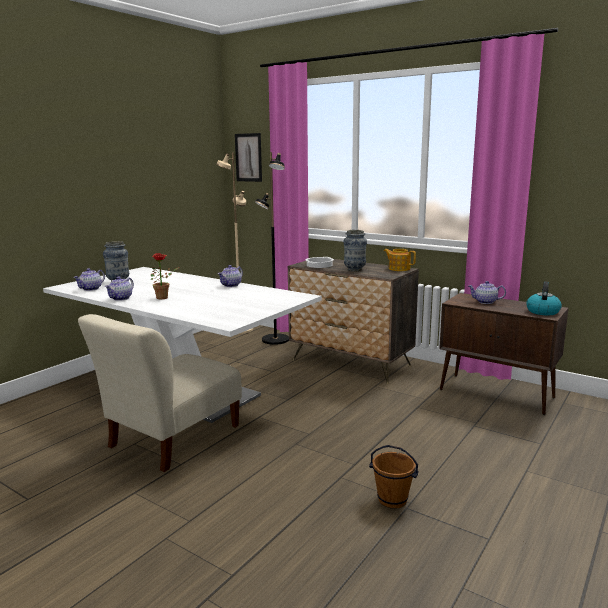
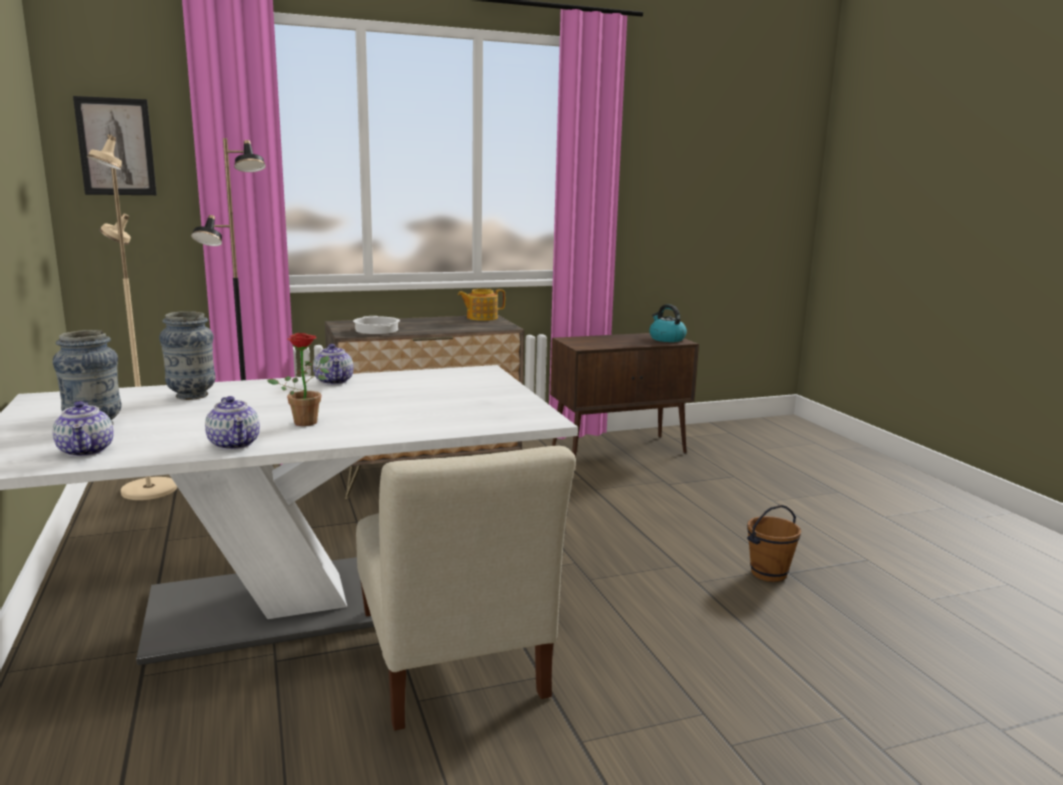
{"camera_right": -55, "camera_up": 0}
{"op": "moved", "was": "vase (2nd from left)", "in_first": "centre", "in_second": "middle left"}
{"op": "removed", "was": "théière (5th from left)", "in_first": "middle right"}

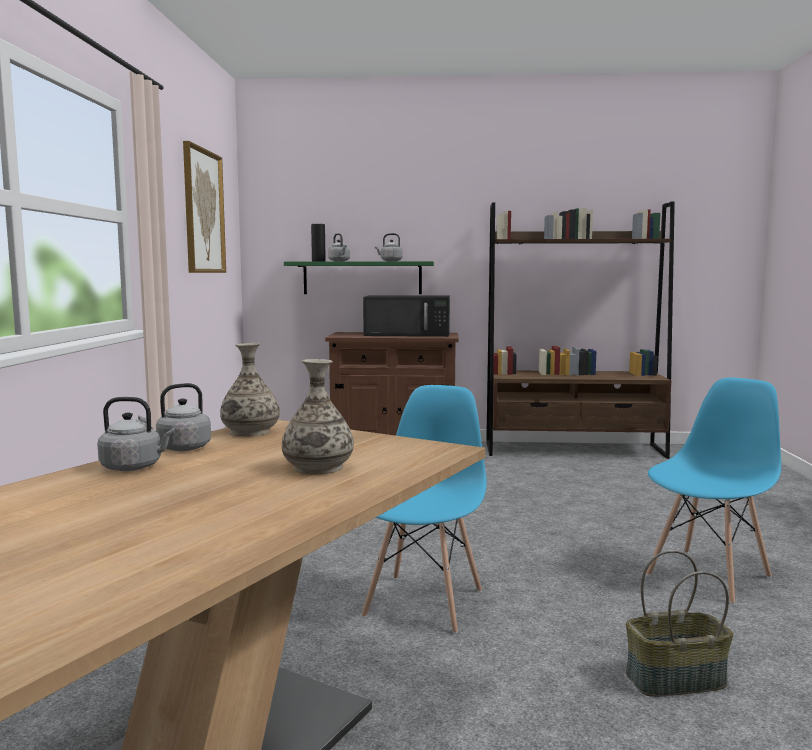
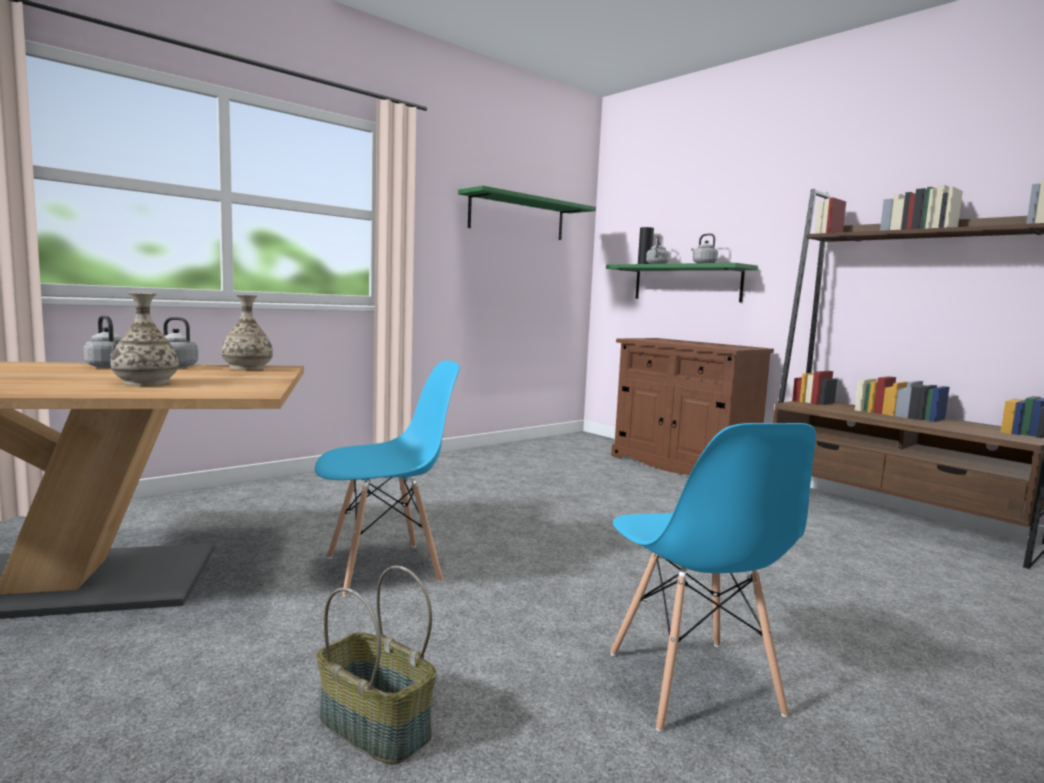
{"camera_right": 45, "camera_up": 0}
{"op": "replaced", "was": "tableau", "now": "étagère (vert) (1st from left)", "in_first": "top left", "in_second": "top centre"}
{"op": "turned", "was": "chaise (bleu) (2nd from left)", "in_first": "middle right", "in_second": "bottom right", "clockwise": 75}
{"op": "removed", "was": "micro-ondes (noir)", "in_first": "centre"}

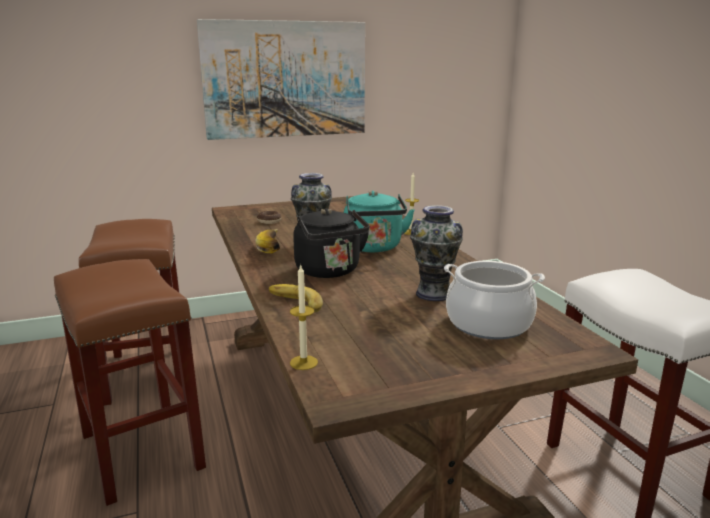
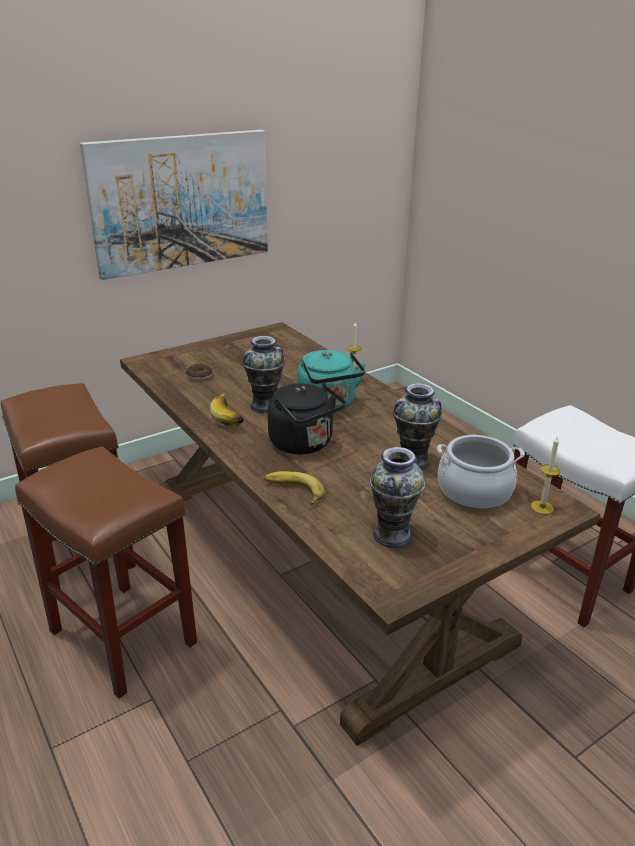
{"camera_right": -15, "camera_up": 10}
{"op": "added", "now": "vase (2nd from left)", "in_second": "centre"}
{"op": "moved", "was": "bougie (1st from left in the first image)", "now": "bougie (2nd from left)", "in_first": "centre", "in_second": "middle right"}

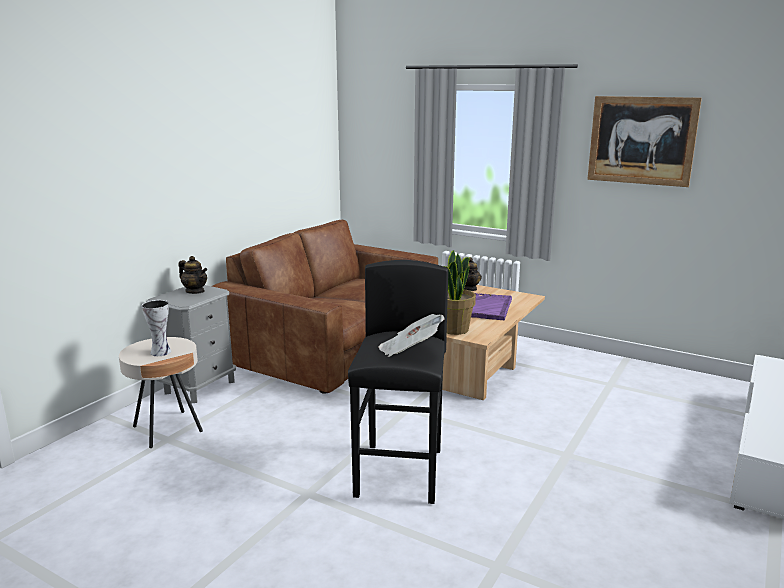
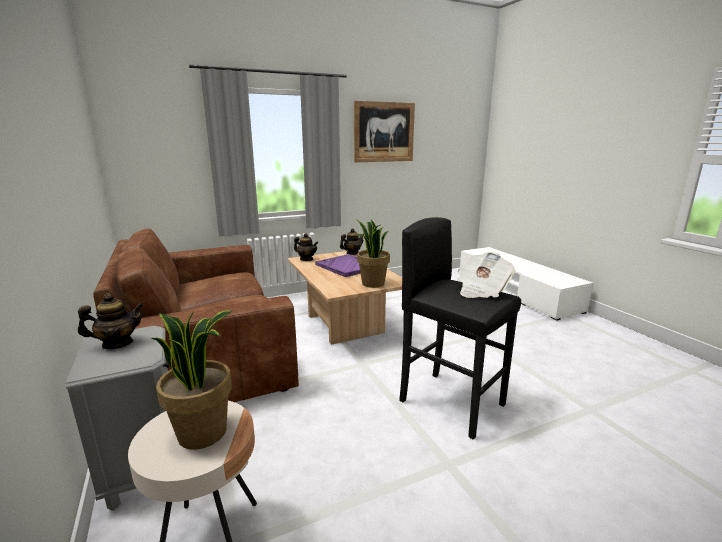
{"camera_right": -55, "camera_up": 0}
{"op": "replaced", "was": "vase", "now": "plante en pot (1st from left)", "in_first": "middle left", "in_second": "bottom left"}
{"op": "added", "now": "théière (3rd from left)", "in_second": "centre"}

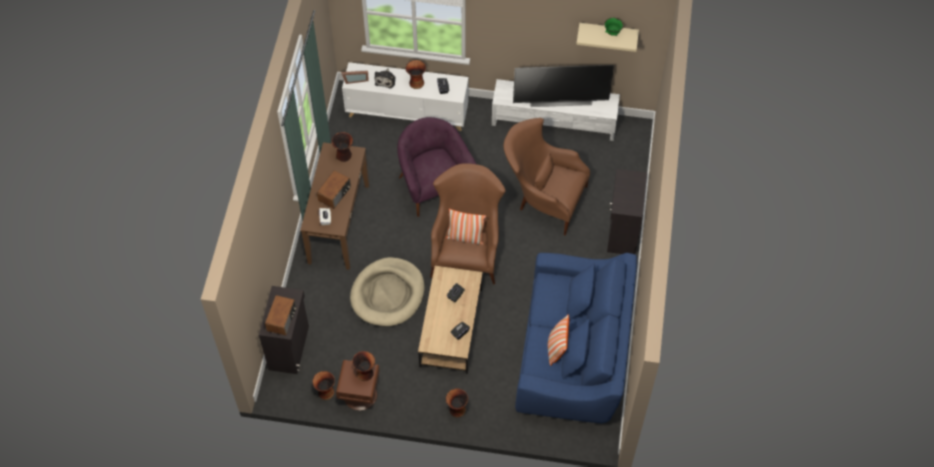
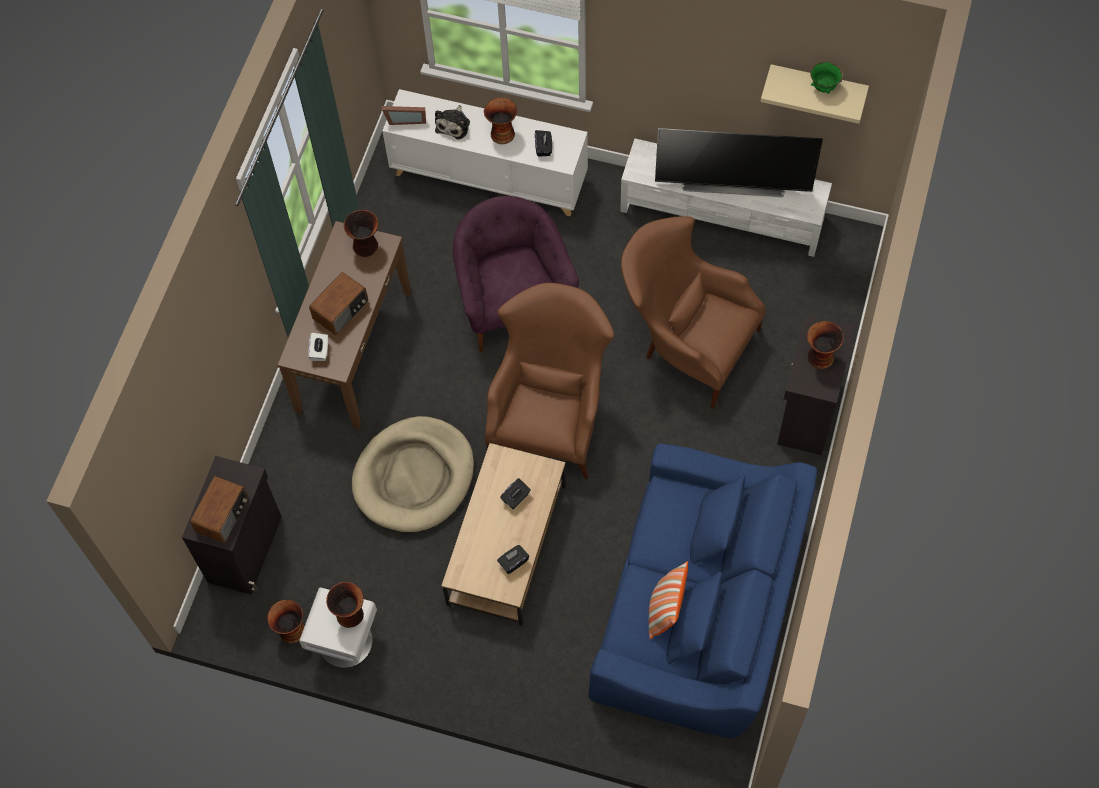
{"camera_right": 10, "camera_up": 5}
{"op": "recoloured", "was": "table de chevet (marron)", "now": "table de chevet (blanc)", "in_first": "bottom centre", "in_second": "bottom left"}
{"op": "moved", "was": "vase (5th from left)", "in_first": "bottom centre", "in_second": "middle right"}
{"op": "removed", "was": "coussin (1st from left)", "in_first": "centre"}

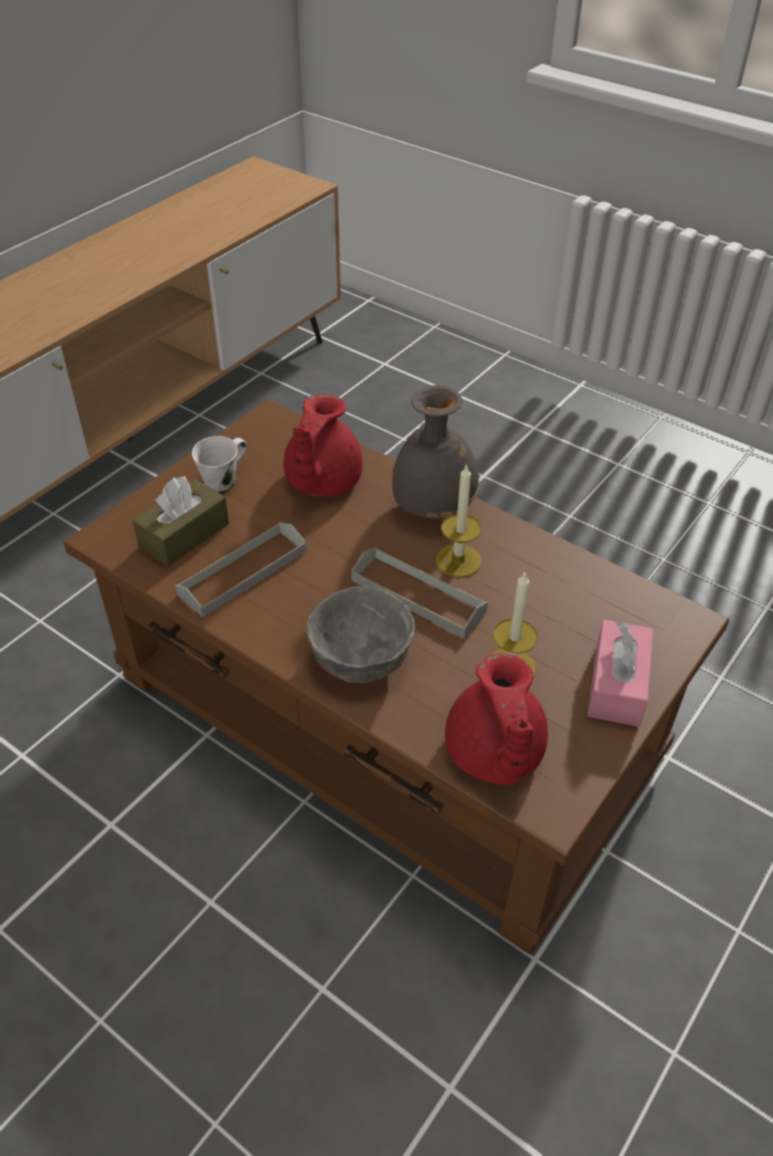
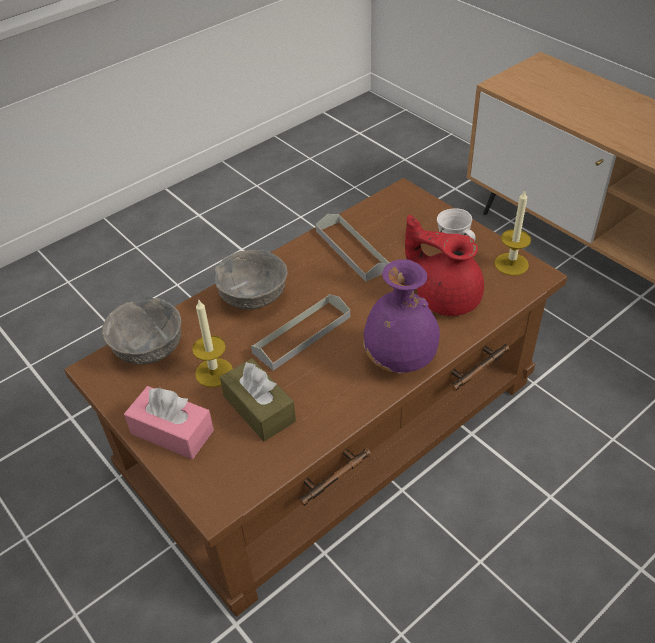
{"camera_right": 105, "camera_up": 0}
{"op": "replaced", "was": "théière (rouge) (2nd from left)", "now": "bol (gris) (1st from left)", "in_first": "centre", "in_second": "middle left"}
{"op": "moved", "was": "boîte à mouchoirs (marron)", "in_first": "middle left", "in_second": "centre"}
{"op": "recoloured", "was": "vase (gris)", "now": "vase (violet)", "in_first": "centre", "in_second": "centre"}
{"op": "moved", "was": "bougie (1st from left in the first image)", "now": "bougie (2nd from left)", "in_first": "centre", "in_second": "middle right"}

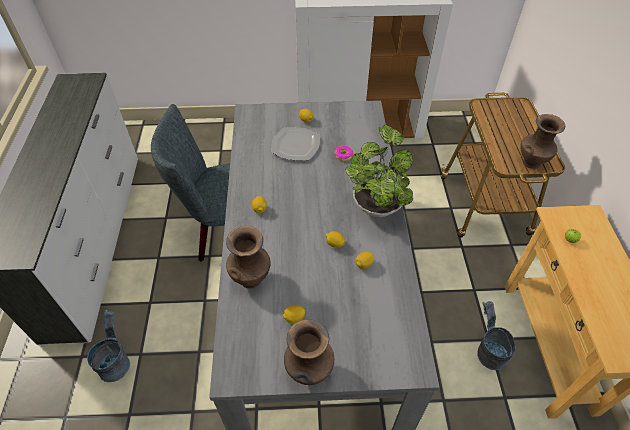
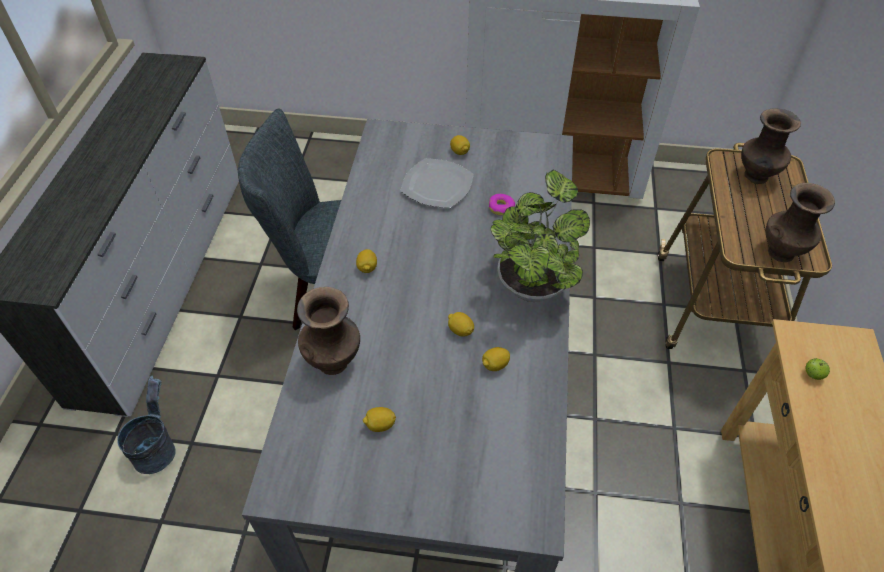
{"camera_right": 10, "camera_up": 0}
{"op": "moved", "was": "vase (marron) (2nd from left)", "in_first": "bottom centre", "in_second": "top right"}
{"op": "removed", "was": "seau (gris) (2nd from left)", "in_first": "bottom right"}

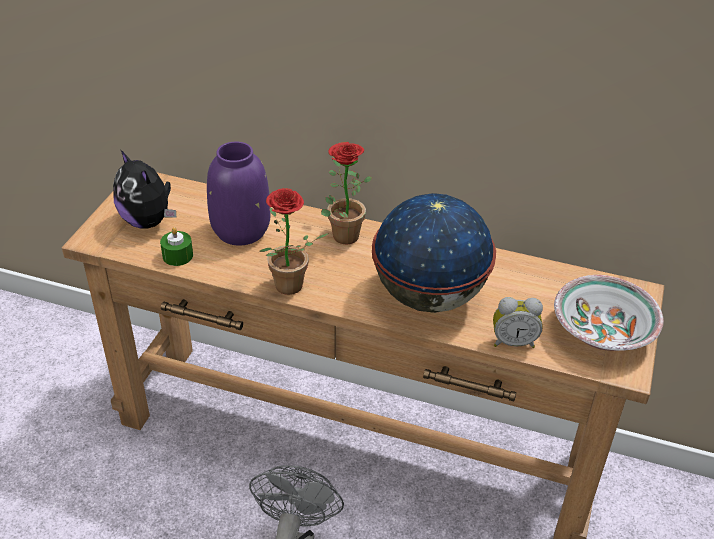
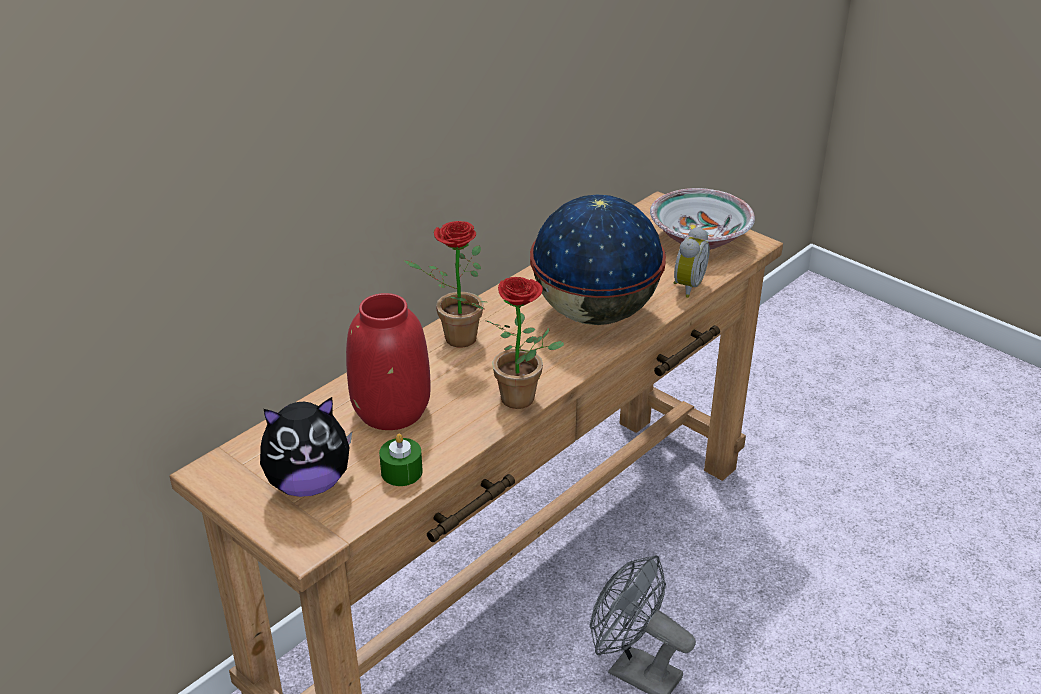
{"camera_right": -65, "camera_up": -5}
{"op": "recoloured", "was": "vase (violet)", "now": "vase (rouge)", "in_first": "centre", "in_second": "centre"}

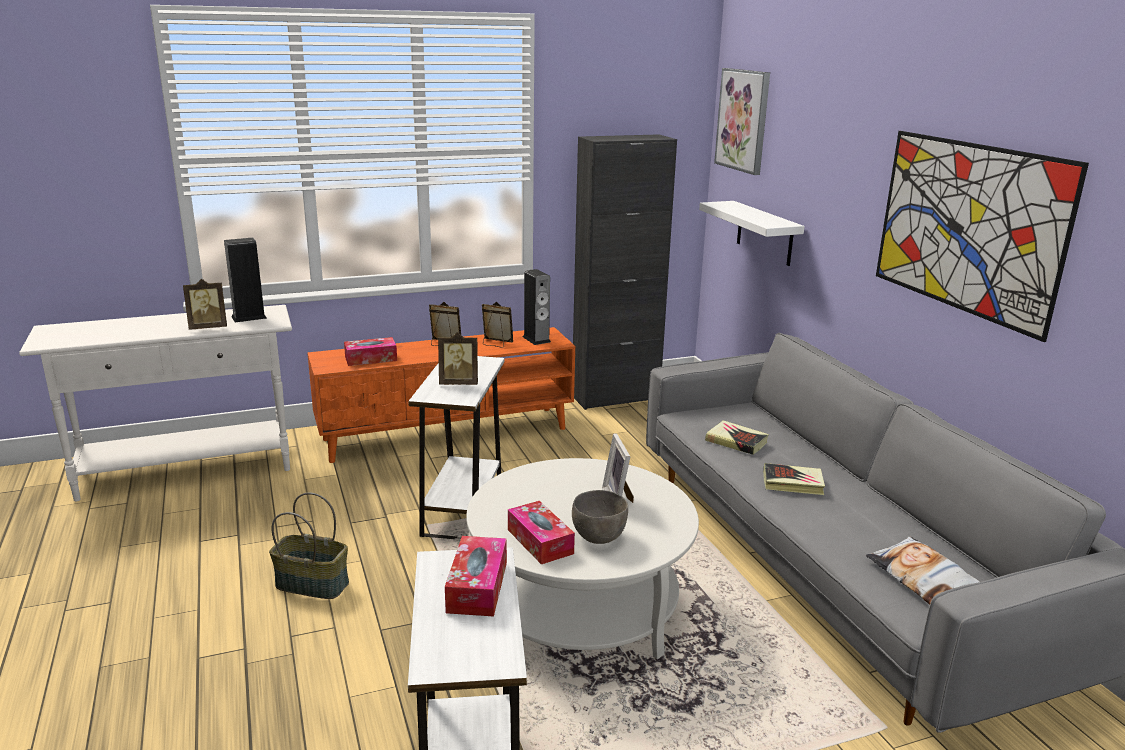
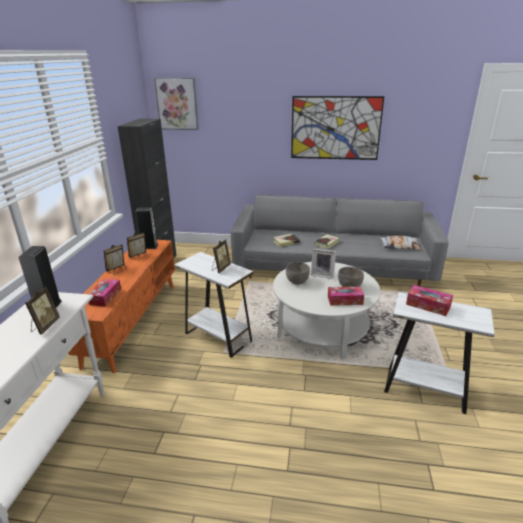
{"camera_right": -60, "camera_up": 5}
{"op": "added", "now": "bol (gris) (1st from left)", "in_second": "centre"}
{"op": "removed", "was": "panier", "in_first": "bottom left"}
{"op": "removed", "was": "étagère (blanc)", "in_first": "top right"}

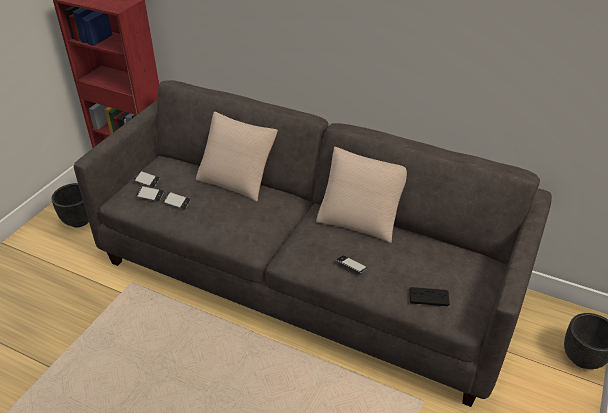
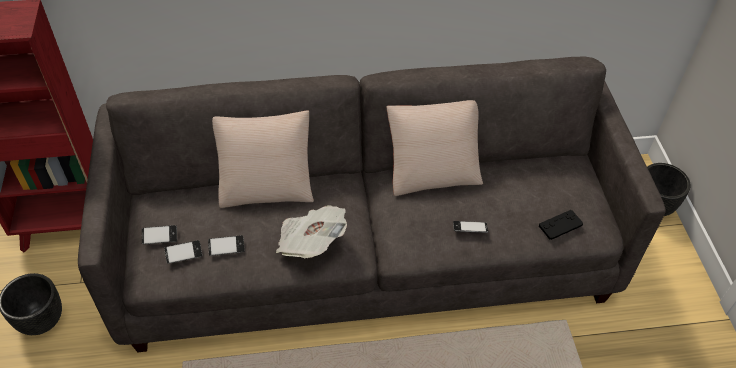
{"camera_right": -35, "camera_up": 10}
{"op": "added", "now": "journal", "in_second": "centre"}

